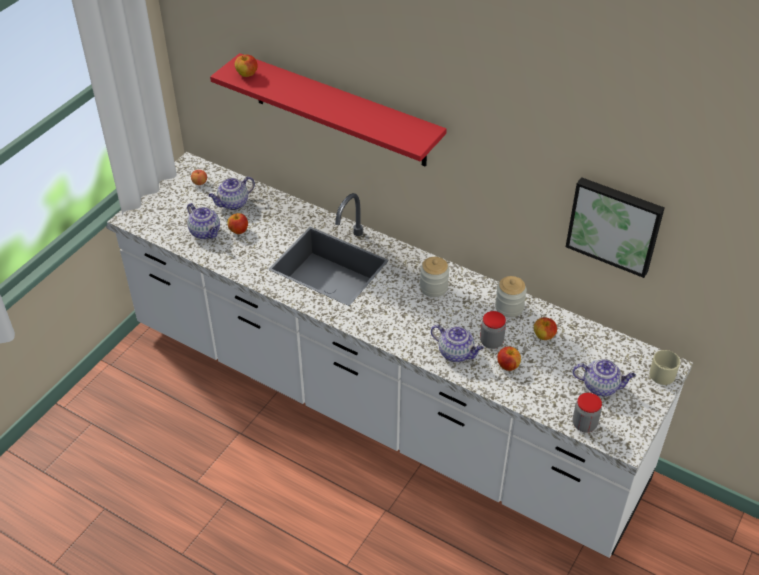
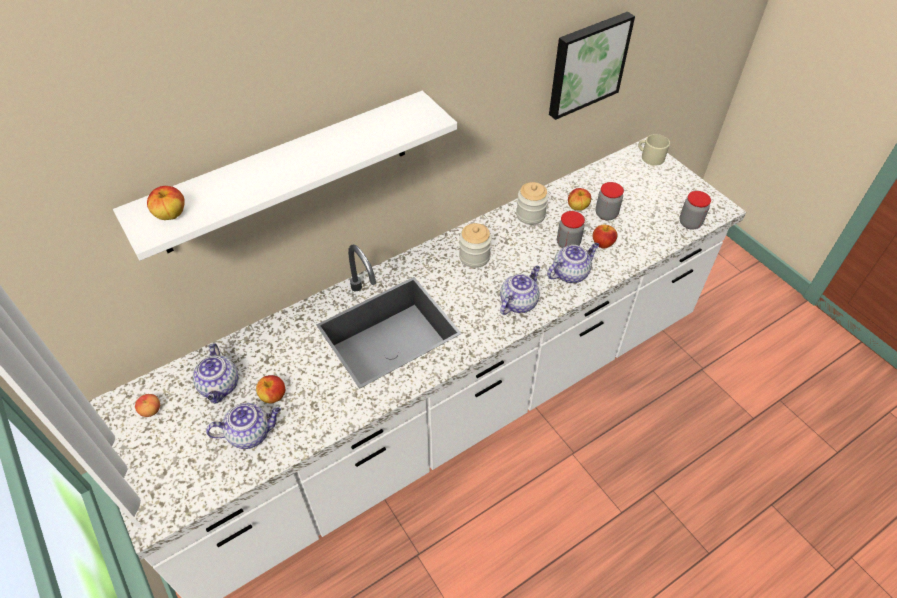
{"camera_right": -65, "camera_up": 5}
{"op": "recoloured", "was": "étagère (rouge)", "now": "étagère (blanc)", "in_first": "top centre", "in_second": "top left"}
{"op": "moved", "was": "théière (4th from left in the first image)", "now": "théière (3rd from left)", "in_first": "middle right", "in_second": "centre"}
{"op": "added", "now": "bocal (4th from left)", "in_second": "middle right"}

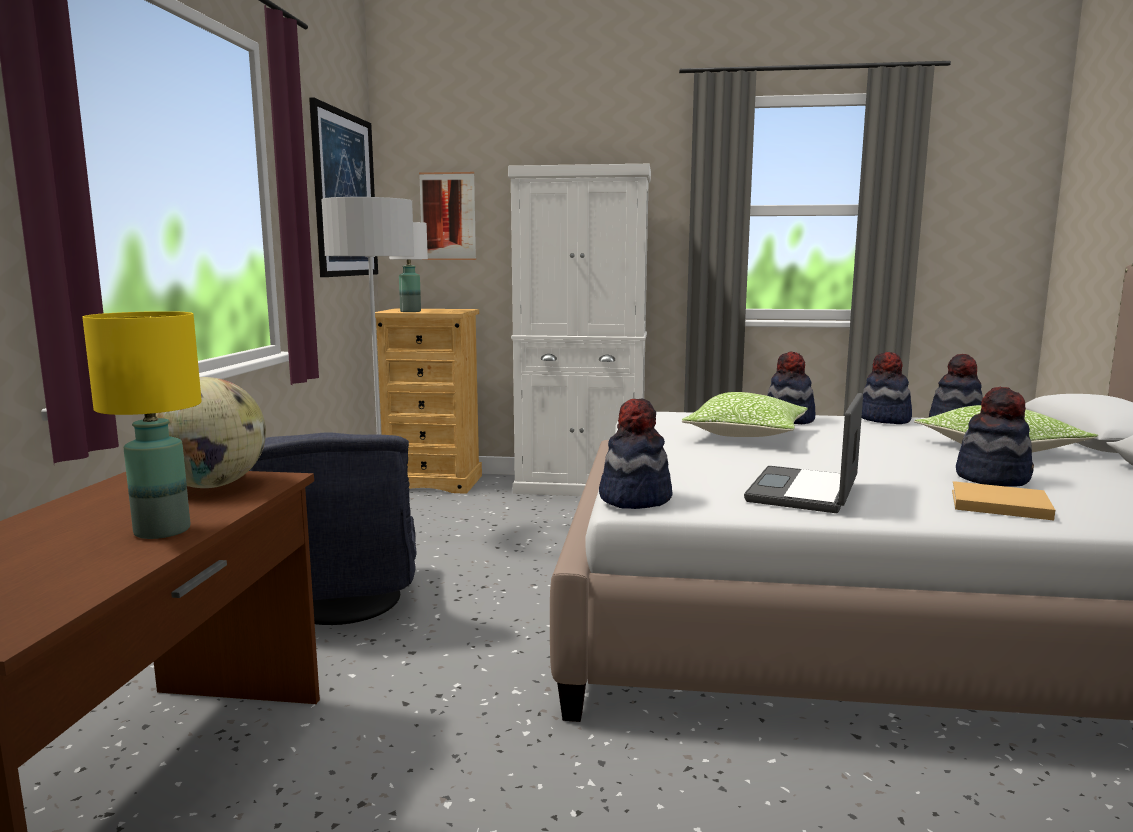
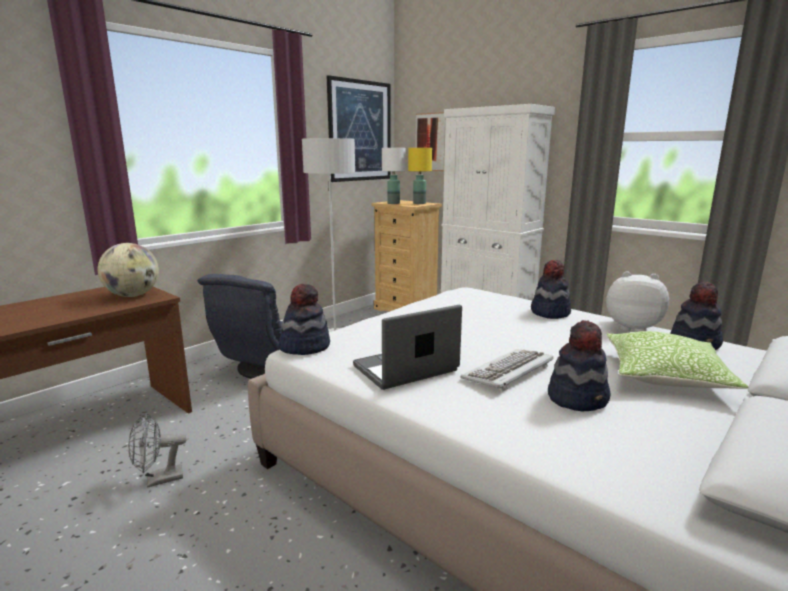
{"camera_right": 35, "camera_up": 5}
{"op": "added", "now": "ventilateur (gris)", "in_second": "bottom left"}
{"op": "moved", "was": "lampe de table (jaune)", "in_first": "middle left", "in_second": "top centre"}
{"op": "added", "now": "clavier", "in_second": "centre"}
{"op": "replaced", "was": "chapeau (3rd from left)", "now": "peluche", "in_first": "middle right", "in_second": "middle right"}
{"op": "removed", "was": "coussin (1st from left)", "in_first": "centre"}
{"op": "removed", "was": "livre (beige)", "in_first": "middle right"}

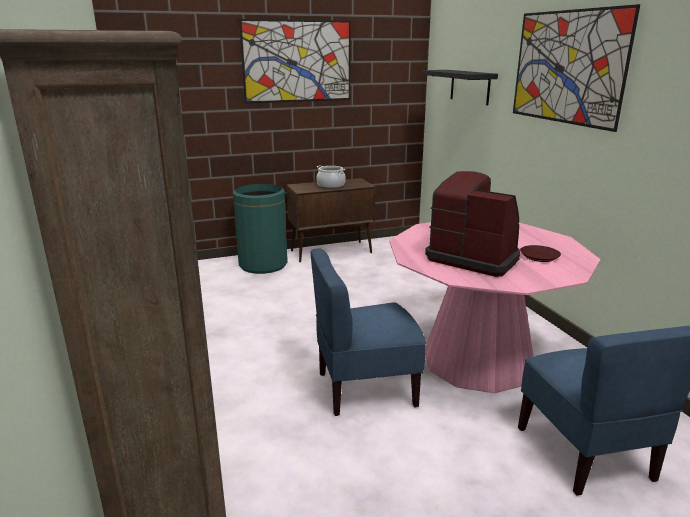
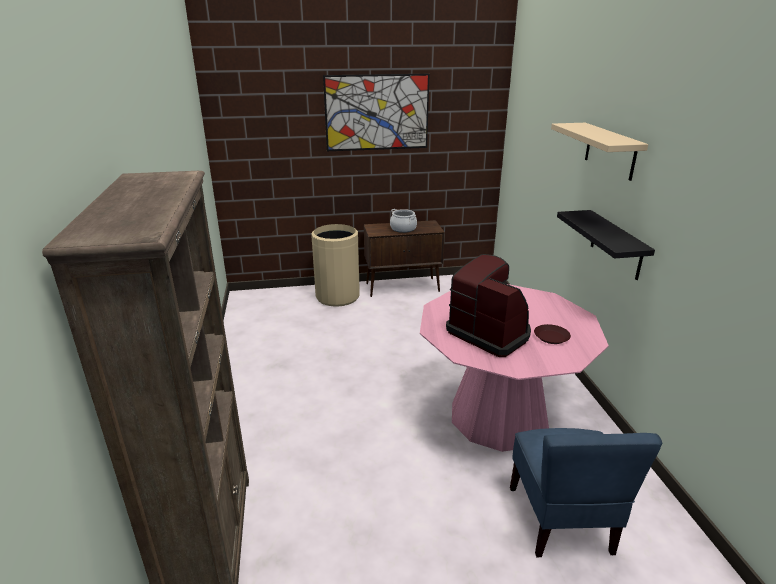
{"camera_right": 10, "camera_up": 5}
{"op": "recoloured", "was": "poubelle (vert)", "now": "poubelle (beige)", "in_first": "centre", "in_second": "centre"}
{"op": "replaced", "was": "tableau (2nd from left)", "now": "étagère (beige)", "in_first": "top right", "in_second": "top right"}
{"op": "moved", "was": "étagère (noir)", "in_first": "top right", "in_second": "middle right"}
{"op": "removed", "was": "chaise (bleu) (1st from left)", "in_first": "centre"}

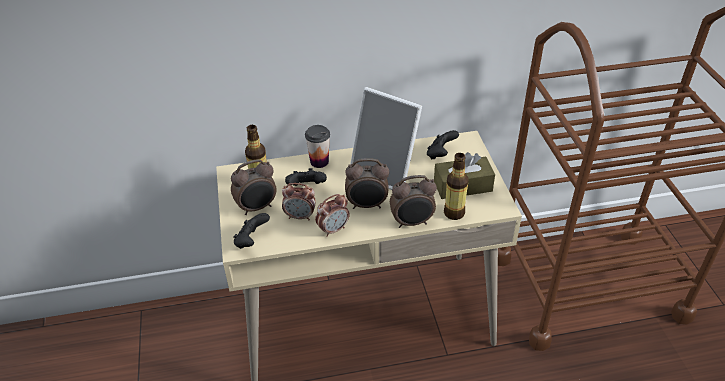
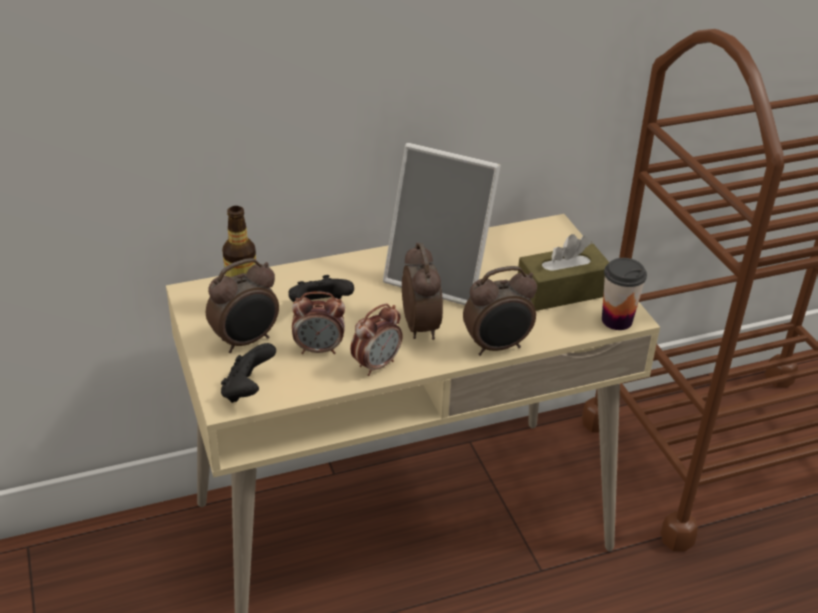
{"camera_right": -10, "camera_up": -5}
{"op": "turned", "was": "réveil (4th from left)", "in_first": "centre", "in_second": "centre", "clockwise": -90}
{"op": "moved", "was": "tasse", "in_first": "centre", "in_second": "middle right"}
{"op": "removed", "was": "manette (noir) (3rd from left)", "in_first": "centre"}
{"op": "removed", "was": "bouteille (2nd from left)", "in_first": "centre"}

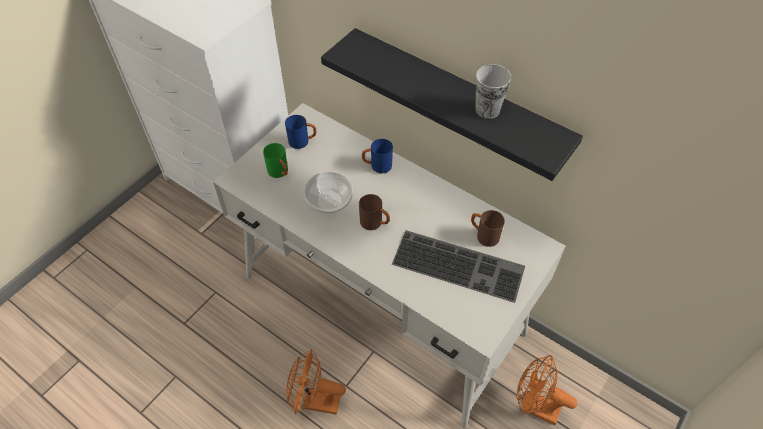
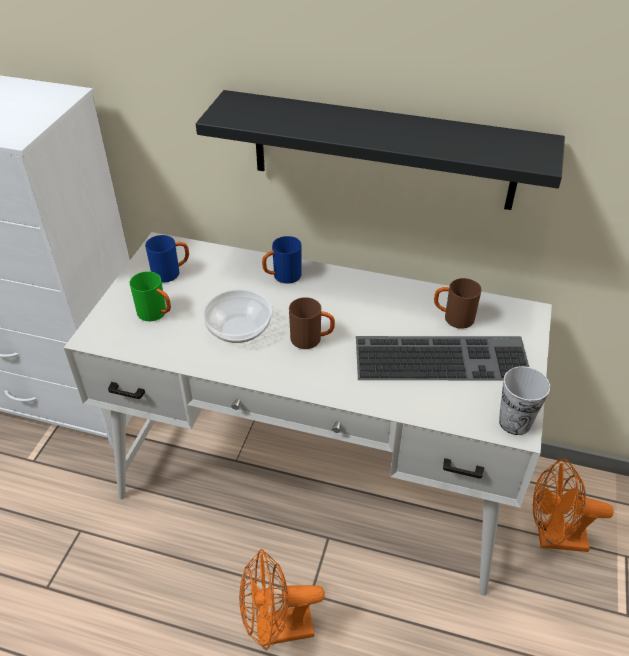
{"camera_right": -20, "camera_up": -10}
{"op": "moved", "was": "tasse", "in_first": "top centre", "in_second": "middle right"}

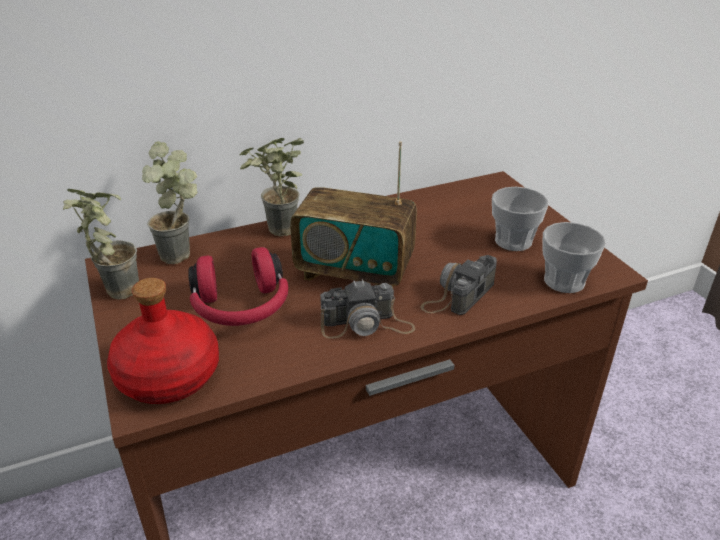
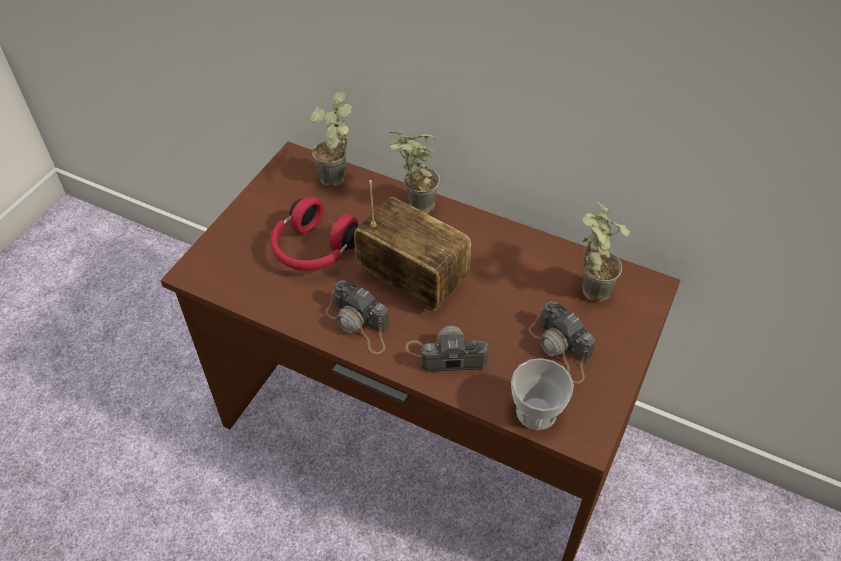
{"camera_right": 50, "camera_up": 15}
{"op": "turned", "was": "radio", "in_first": "centre", "in_second": "centre", "clockwise": 150}
{"op": "replaced", "was": "tasse (1st from left)", "now": "appareil photo (3rd from left)", "in_first": "middle right", "in_second": "middle right"}
{"op": "moved", "was": "plante en pot (1st from left in the first image)", "now": "plante en pot (3rd from left)", "in_first": "middle left", "in_second": "middle right"}
{"op": "removed", "was": "bouteille (rouge)", "in_first": "middle left"}

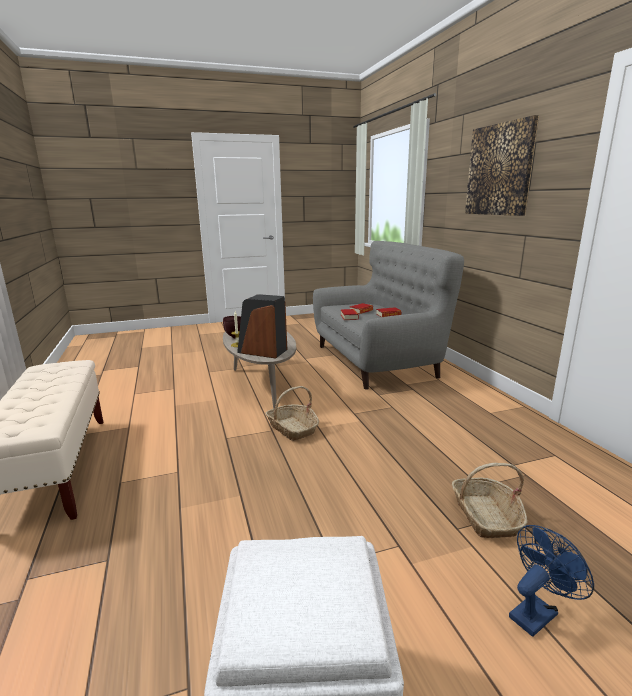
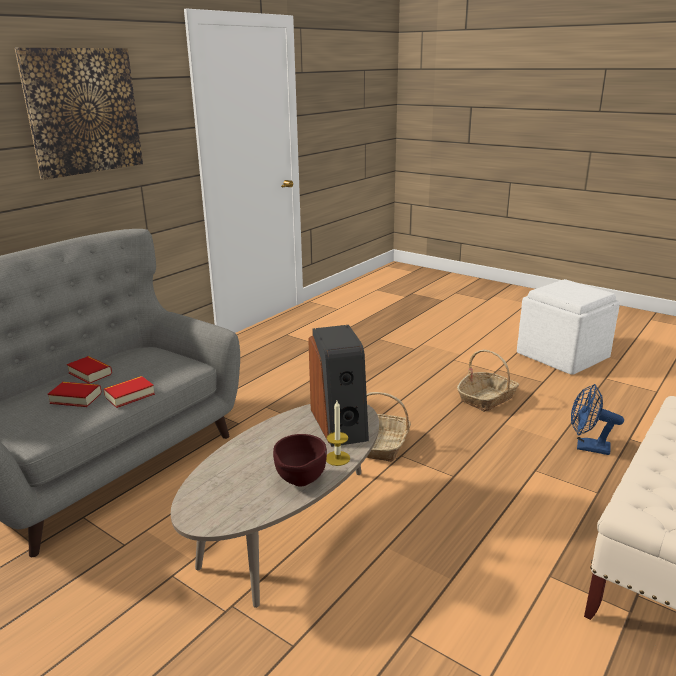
{"camera_right": -125, "camera_up": 5}
{"op": "moved", "was": "panier (2nd from left)", "in_first": "bottom right", "in_second": "middle right"}
{"op": "moved", "was": "ventilateur (bleu)", "in_first": "bottom right", "in_second": "middle right"}

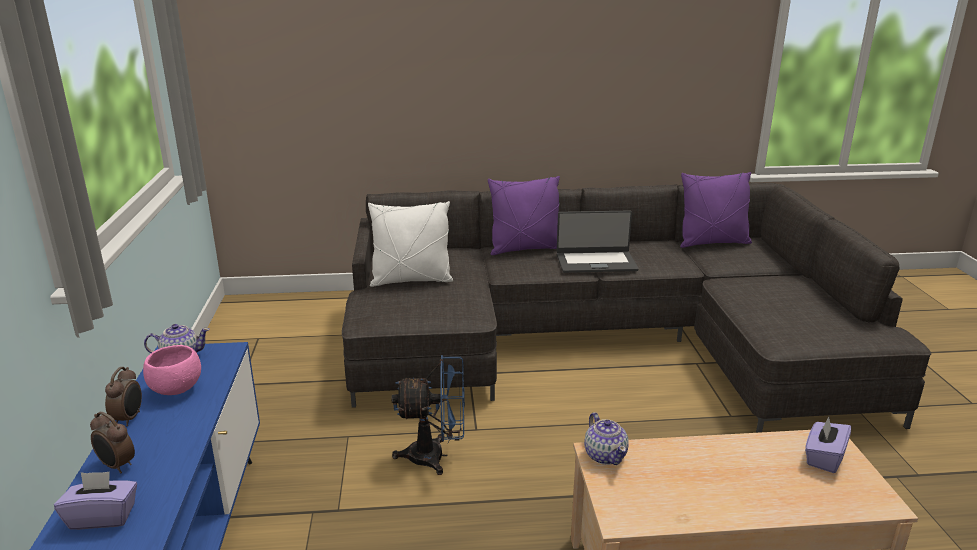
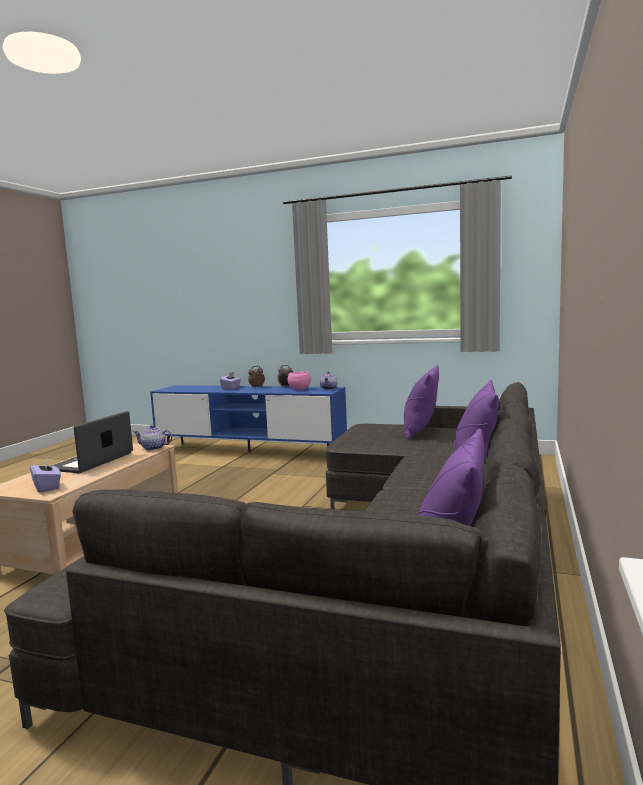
{"camera_right": 115, "camera_up": -15}
{"op": "moved", "was": "ordinateur portable", "in_first": "centre", "in_second": "middle left"}
{"op": "recoloured", "was": "coussin (blanc)", "now": "coussin (violet) (1st from left)", "in_first": "centre", "in_second": "centre"}
{"op": "removed", "was": "ventilateur (bleu)", "in_first": "bottom centre"}

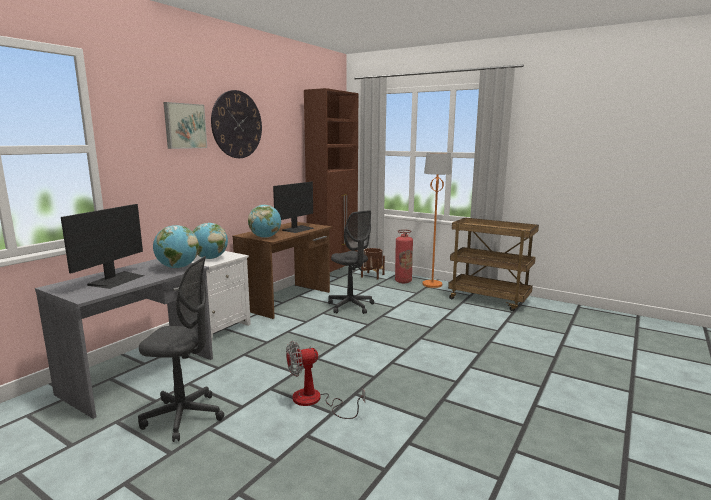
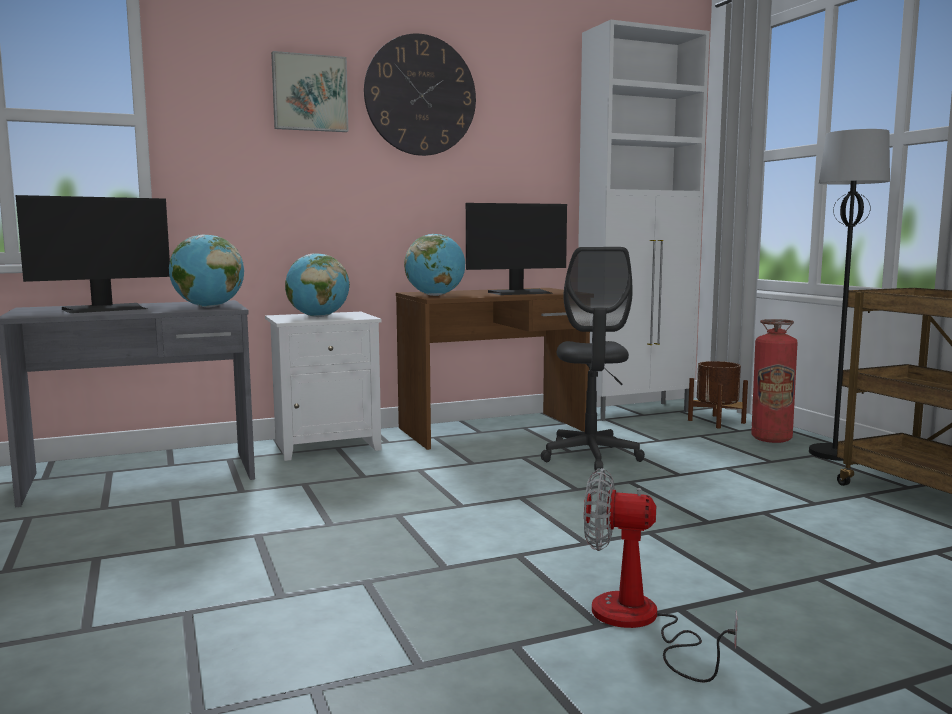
{"camera_right": 35, "camera_up": -5}
{"op": "recoloured", "was": "meuble de rangement (marron)", "now": "meuble de rangement (blanc)", "in_first": "centre", "in_second": "top right"}
{"op": "moved", "was": "ventilateur", "in_first": "bottom centre", "in_second": "bottom right"}
{"op": "recoloured", "was": "lampadaire (orange)", "now": "lampadaire (noir)", "in_first": "centre", "in_second": "middle right"}
{"op": "removed", "was": "chaise de bureau (gris) (1st from left)", "in_first": "bottom left"}

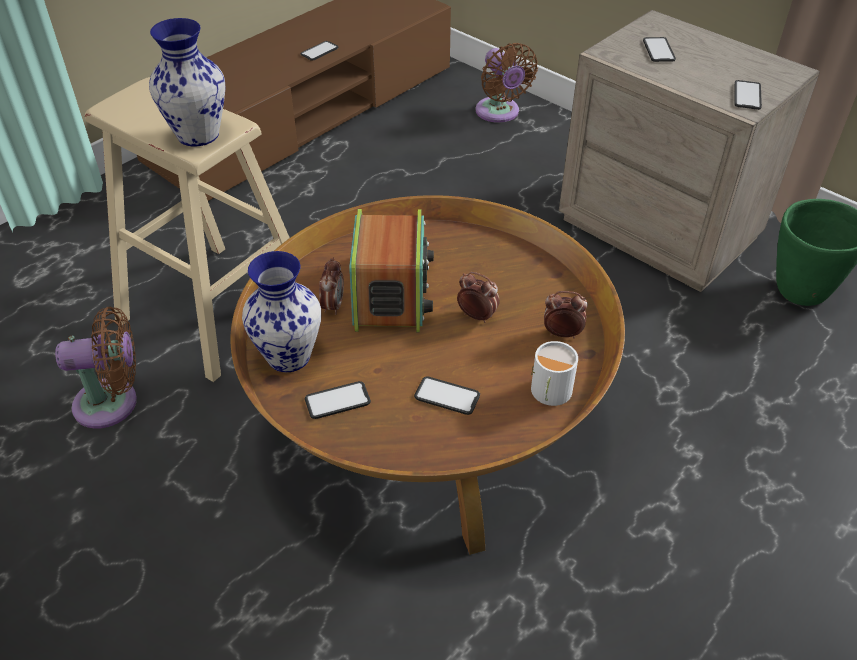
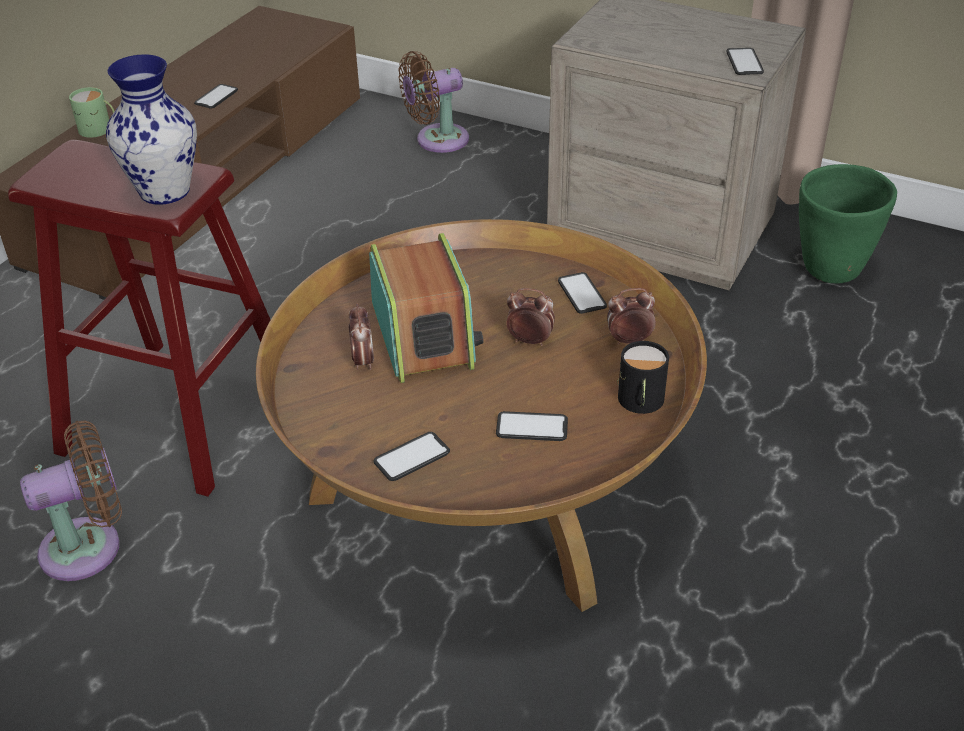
{"camera_right": -15, "camera_up": -5}
{"op": "recoloured", "was": "tabouret (beige)", "now": "tabouret (rouge)", "in_first": "middle left", "in_second": "middle left"}
{"op": "added", "now": "mug (vert)", "in_second": "top left"}
{"op": "turned", "was": "ventilateur (marron) (2nd from left)", "in_first": "top centre", "in_second": "top centre", "clockwise": 105}
{"op": "moved", "was": "téléphone (4th from left)", "in_first": "top right", "in_second": "centre"}
{"op": "recoloured", "was": "mug (blanc)", "now": "mug (noir)", "in_first": "centre", "in_second": "middle right"}
{"op": "removed", "was": "vase (2nd from left)", "in_first": "middle left"}

